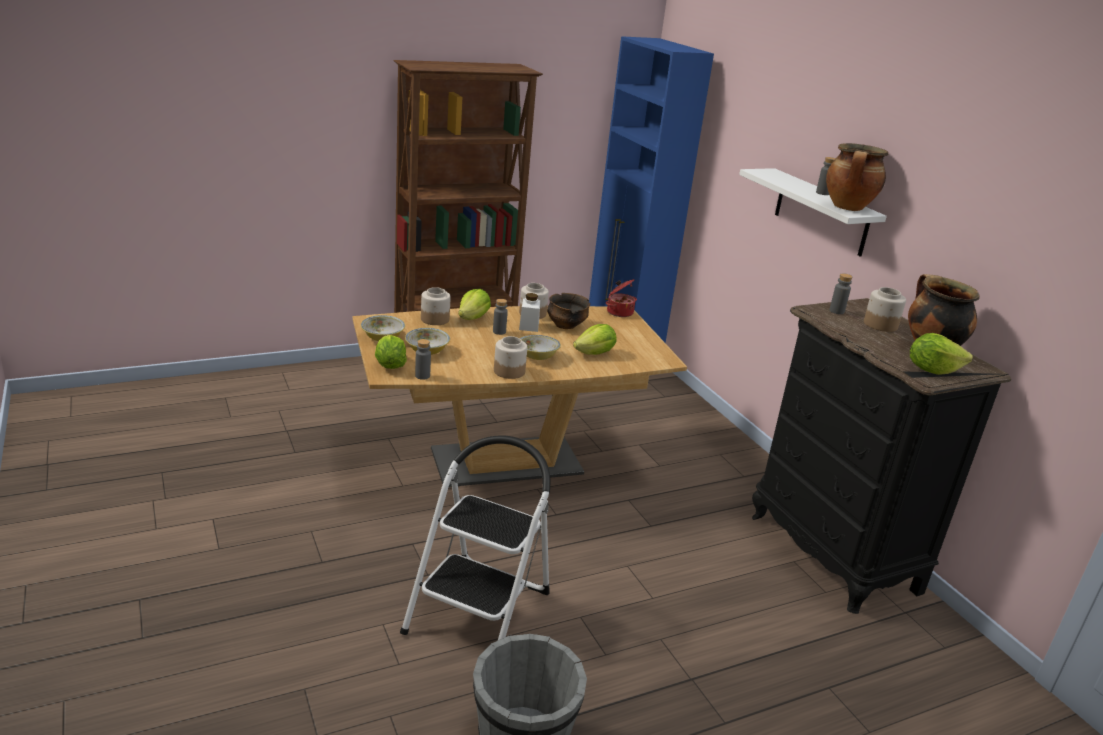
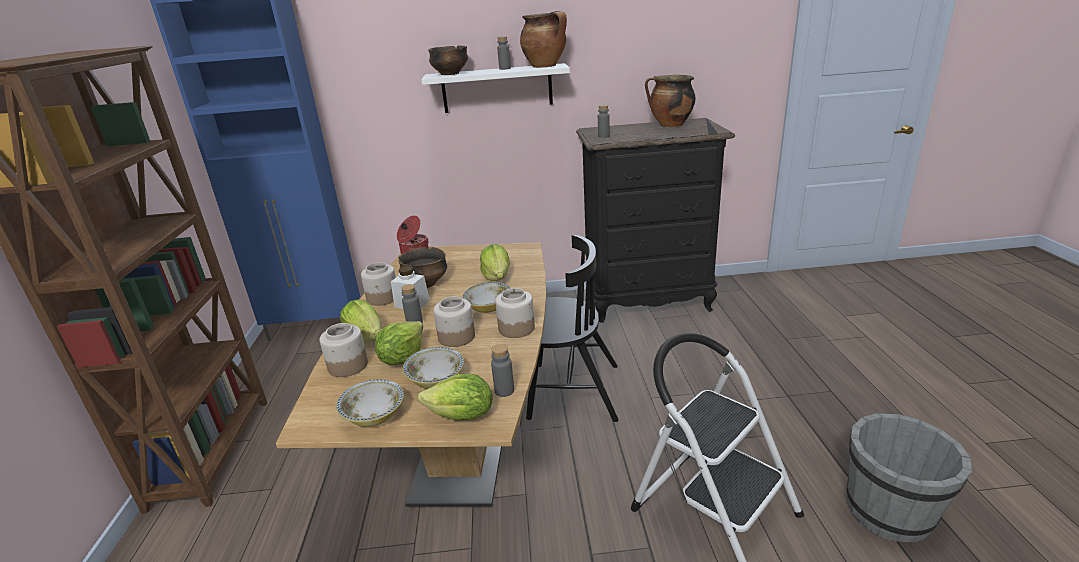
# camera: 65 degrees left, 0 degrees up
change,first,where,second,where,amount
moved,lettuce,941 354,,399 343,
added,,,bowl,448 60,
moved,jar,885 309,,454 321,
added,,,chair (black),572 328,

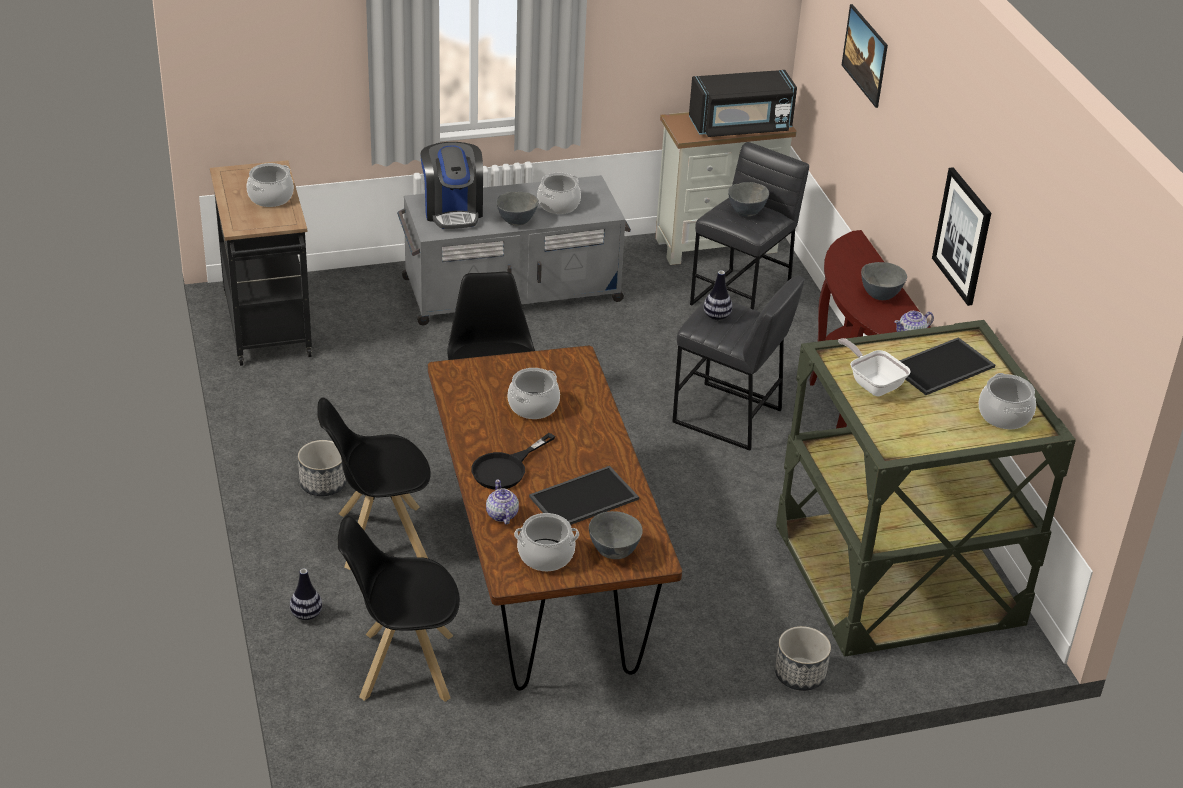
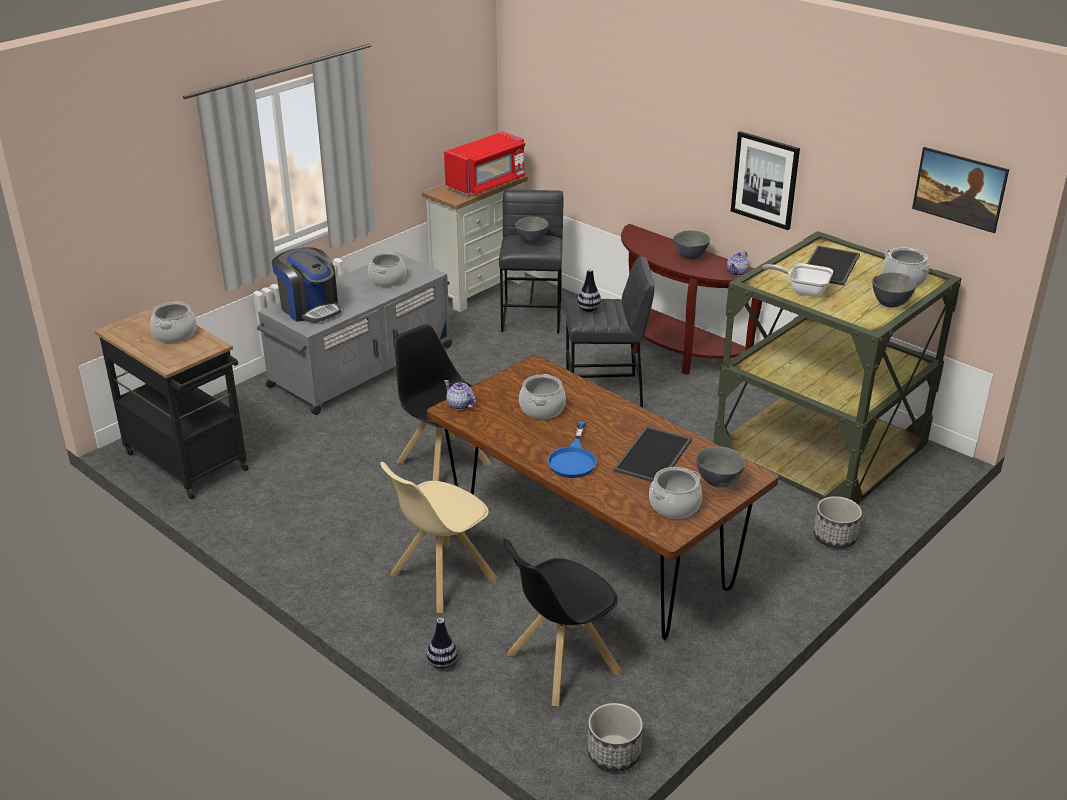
# camera: 30 degrees left, 5 degrees down
change,first,where,second,where,amount
recoloured,chair (black),374 484,chair (beige),438 537,
recoloured,microwave (black),743 103,microwave (red),484 163,
moved,teapot,502 502,,460 395,
recoloured,frying pan (black),513 461,frying pan (blue),572 449,
moved,planter,322 468,,615 737,
moved,bowl (grey),517 208,,894 290,
moved,picture,865 56,,960 190,

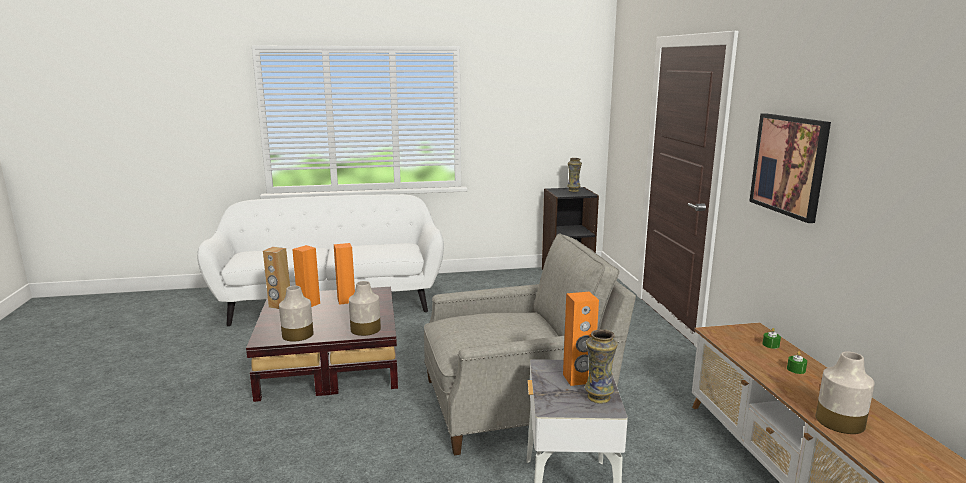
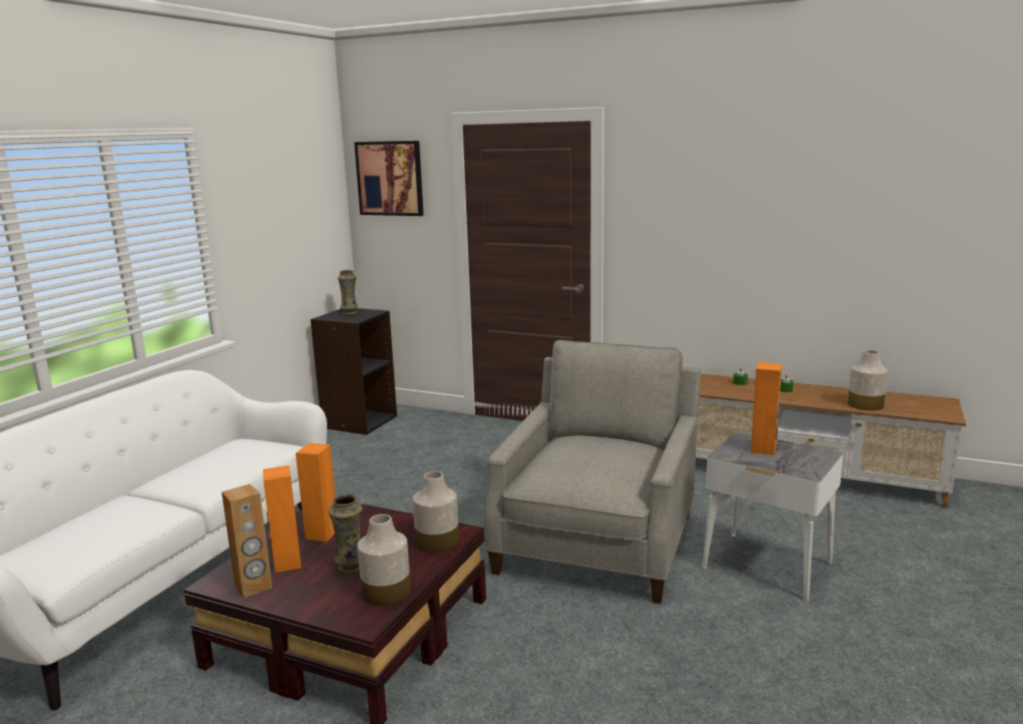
# camera: 55 degrees left, 0 degrees up
change,first,where,second,where,amount
moved,vase,601 366,,345 533,
moved,picture,790 168,,389 178,

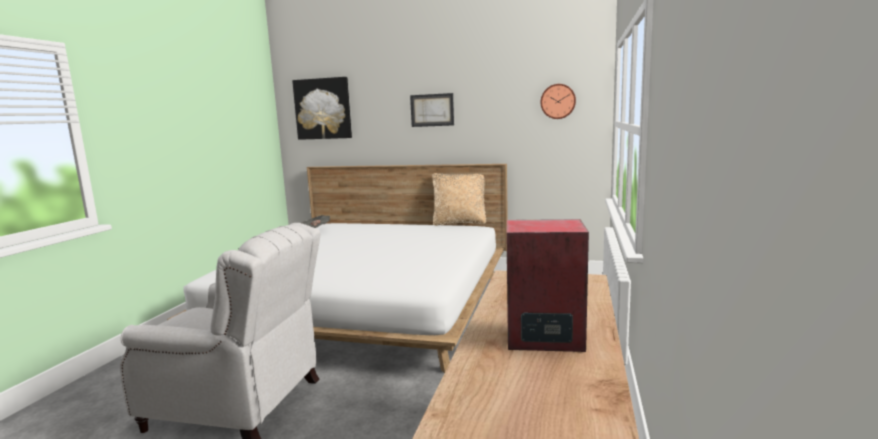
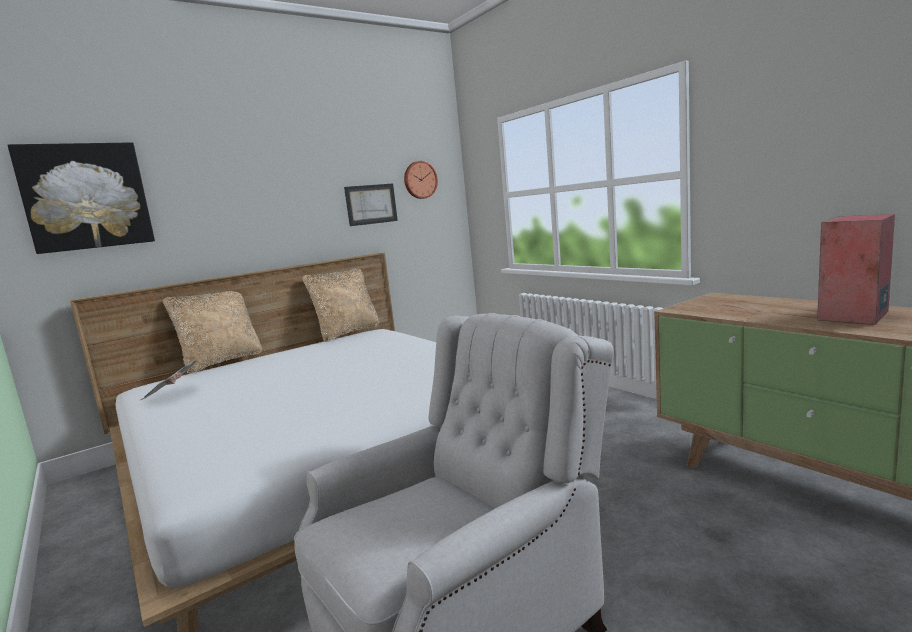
# camera: 50 degrees left, 0 degrees up
change,first,where,second,where,amount
added,,,pillow (beige),212 332,
moved,picture,432 110,,371 205,

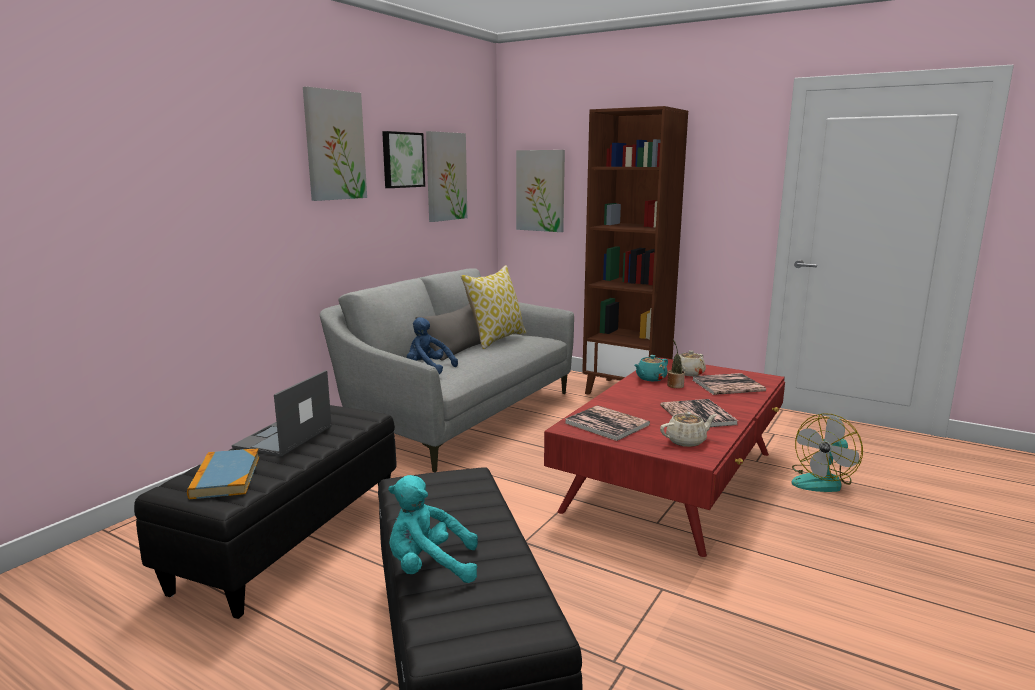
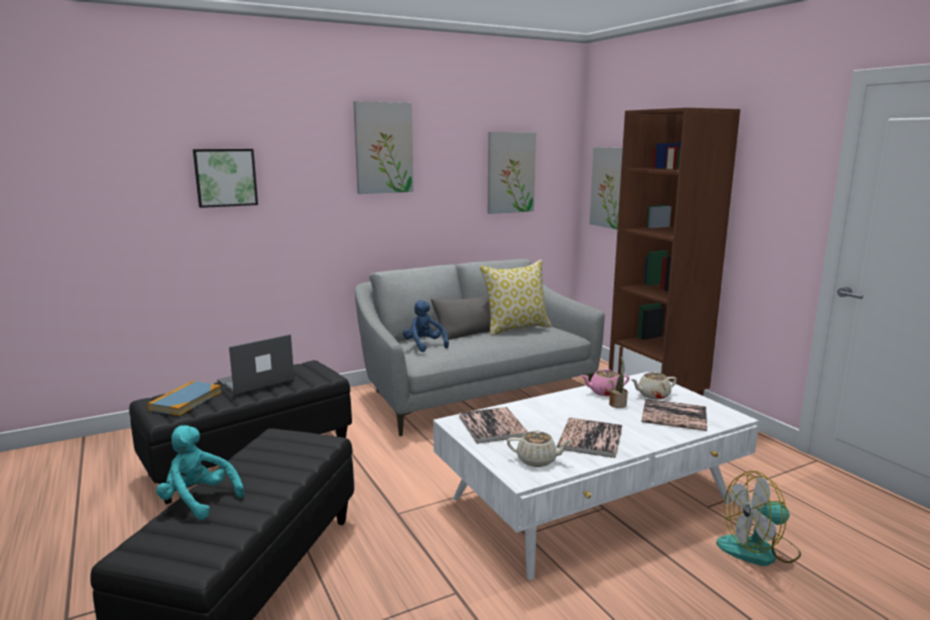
# camera: 30 degrees right, 0 degrees up
change,first,where,second,where,amount
moved,picture,403 159,,225 178,
recoloured,coffee table (red),664 457,coffee table (white),596 476,
recoloured,teapot (turquoise),651 368,teapot (pink),605 382,

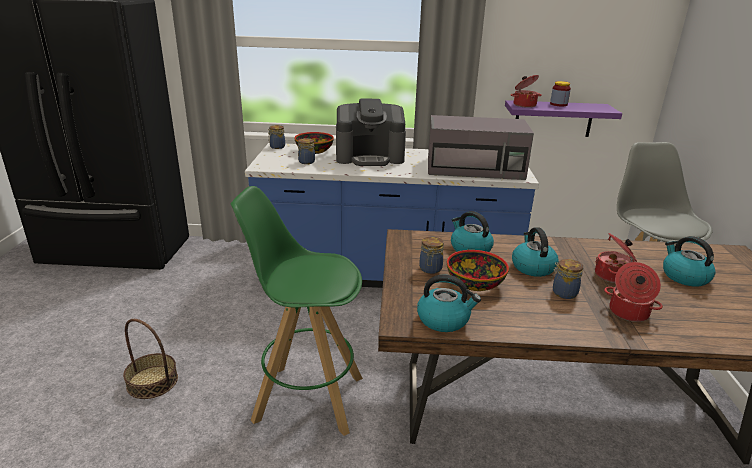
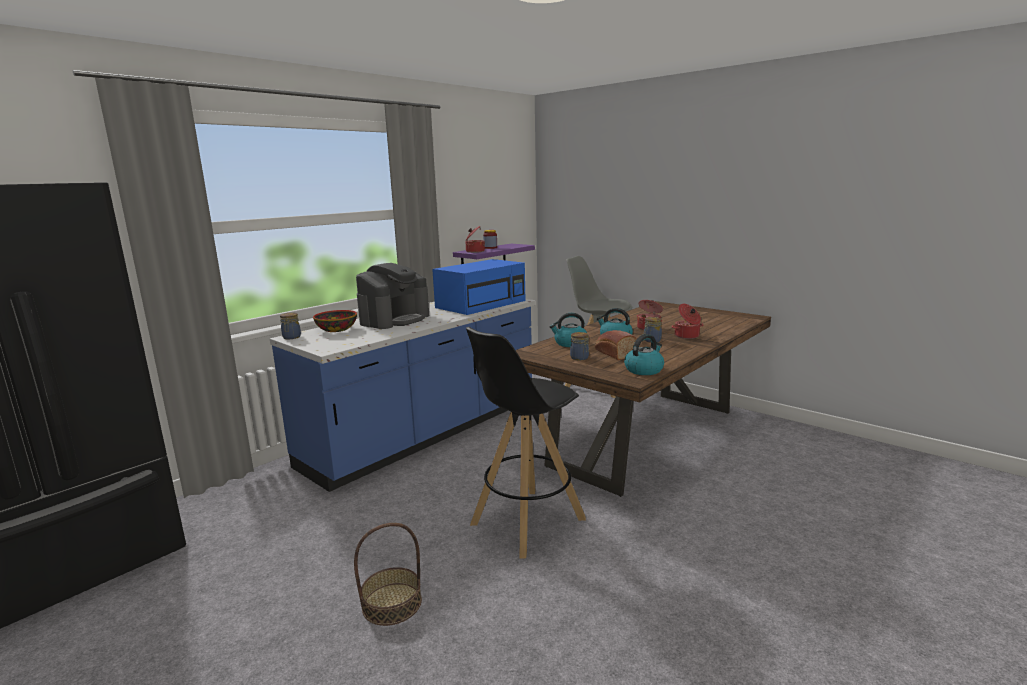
# camera: 50 degrees left, 10 degrees down
change,first,where,second,where,amount
recoloured,microwave (grey),481 147,microwave (blue),479 287,
recoloured,stool (green),297 311,stool (black),526 442,
replaced,bowl,478 270,bread,616 345,
removed,jar,306 151,,,
removed,kettle,689 261,,,

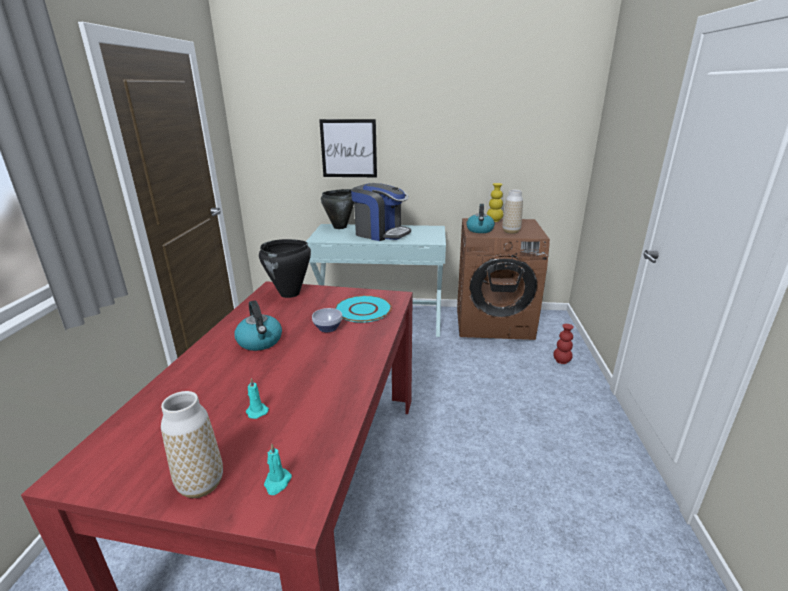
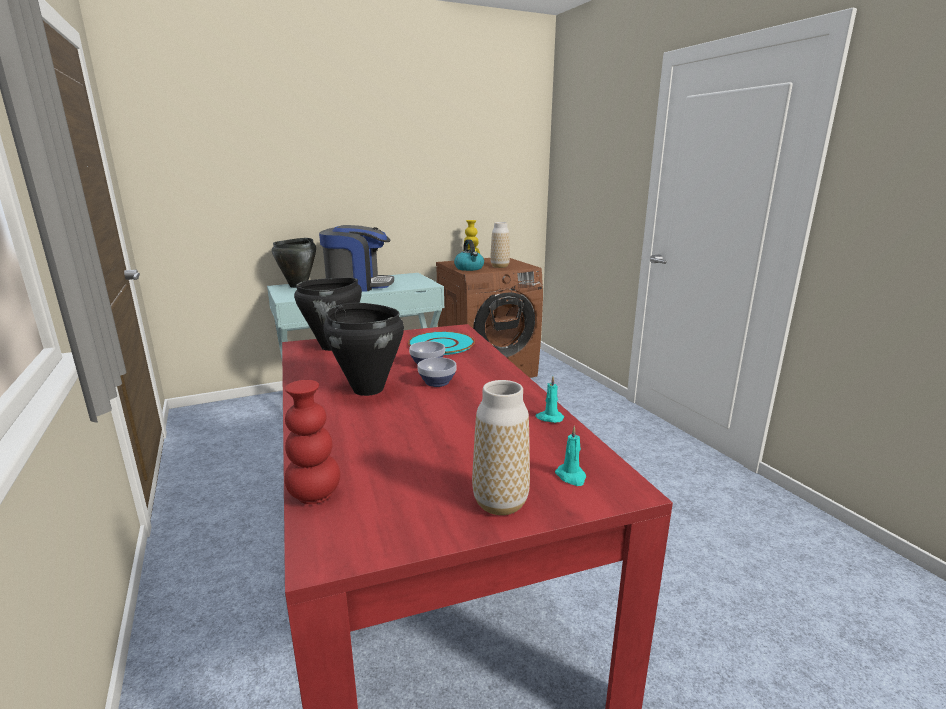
# camera: 30 degrees left, 5 degrees down
change,first,where,second,where,amount
moved,vase (red),563 344,,312 442,
replaced,kettle,258 325,cooking pot (black),363 349,
added,,,bowl,437 372,
moved,candle (turquoise),257 398,,550 399,
removed,picture,348 148,,,

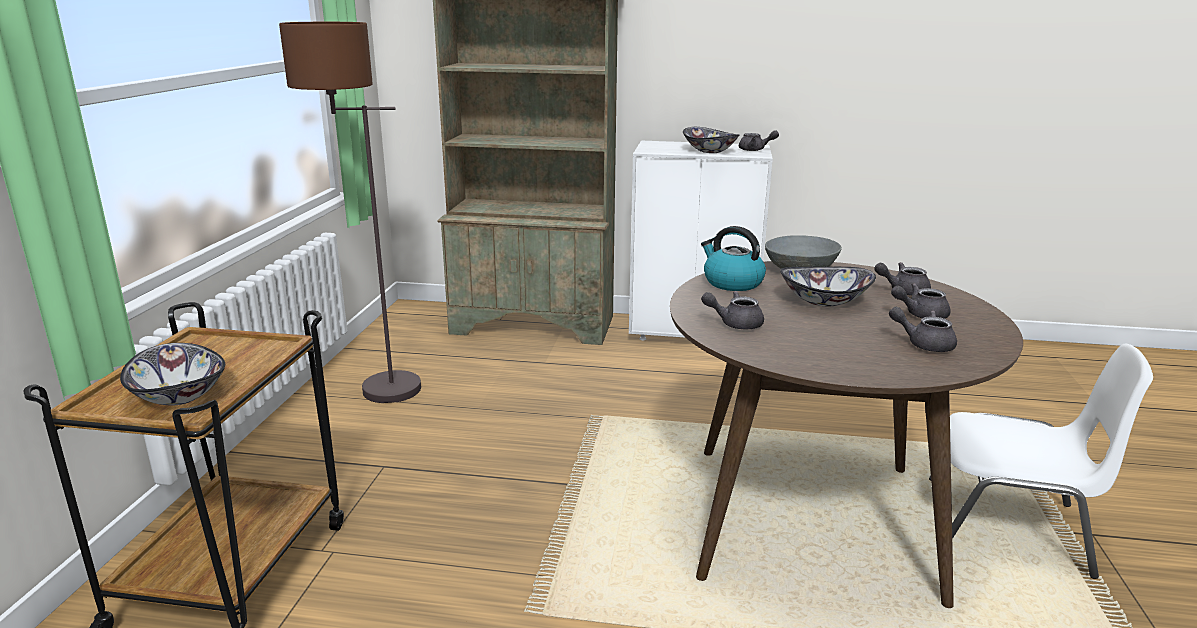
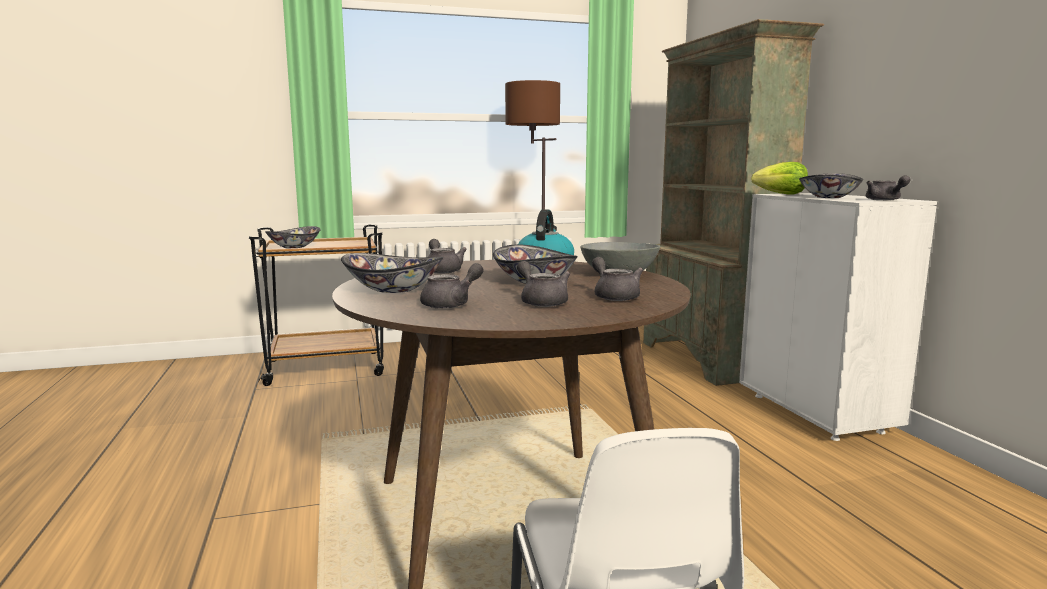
# camera: 65 degrees right, 10 degrees down
change,first,where,second,where,amount
added,,,bowl,392 273,
turned,teapot (grey),923 329,,452 286,45 degrees clockwise
added,,,lettuce,779 178,

